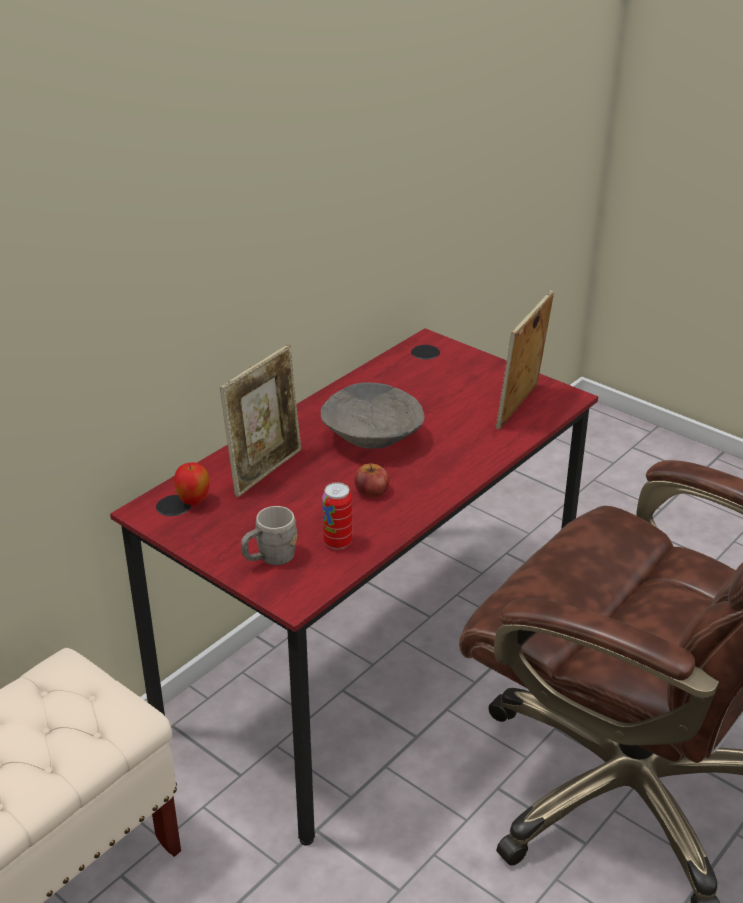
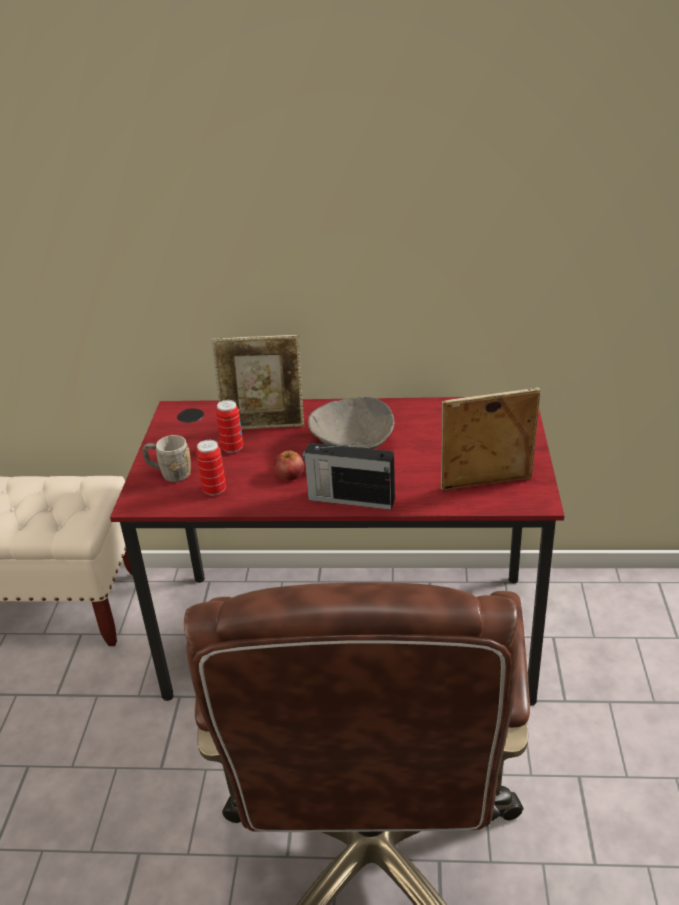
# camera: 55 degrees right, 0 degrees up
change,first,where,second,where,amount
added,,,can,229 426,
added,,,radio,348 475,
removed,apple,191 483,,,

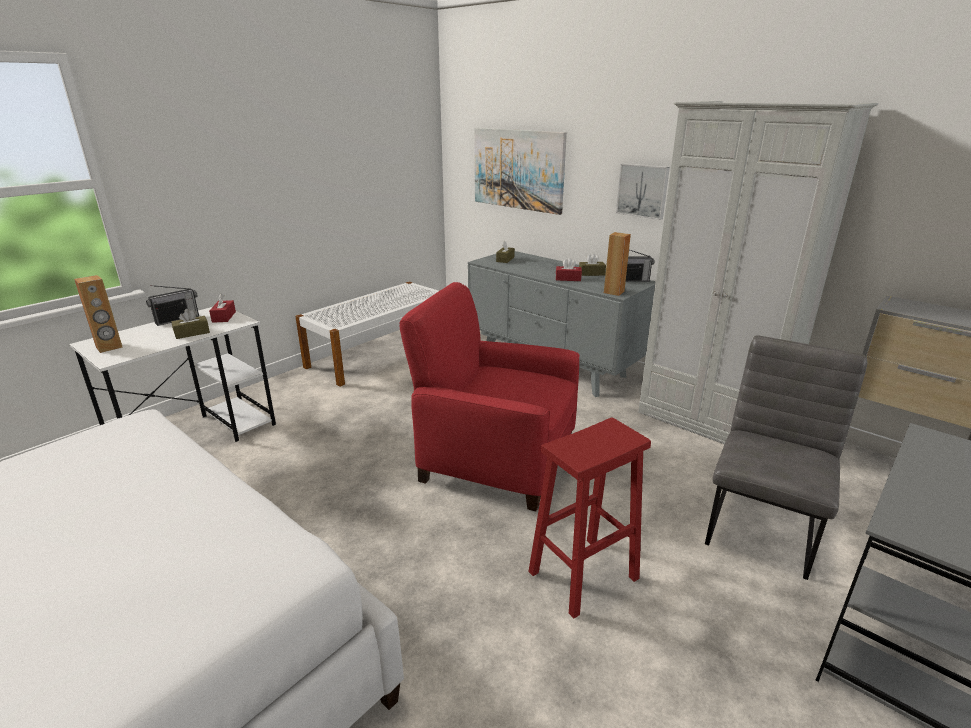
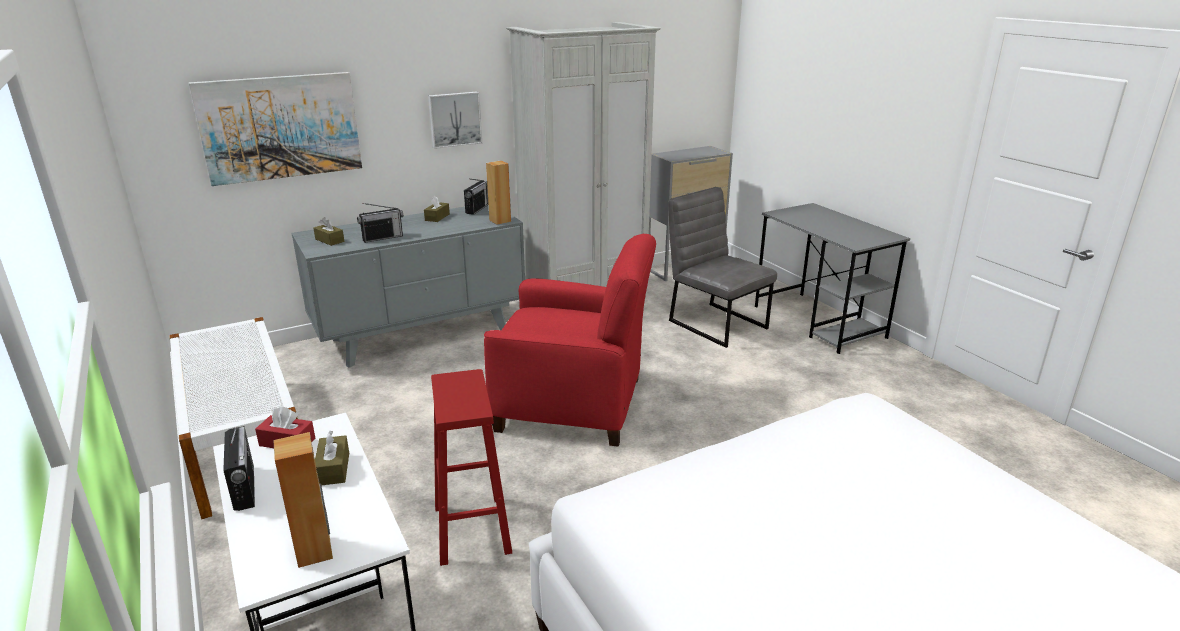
# camera: 70 degrees left, 0 degrees up
change,first,where,second,where,amount
added,,,radio,380 223,
moved,stool (red),589 518,,471 467,
turned,armchair (red),489 396,,570 340,120 degrees counterclockwise
removed,tissue box (red),569 269,,,

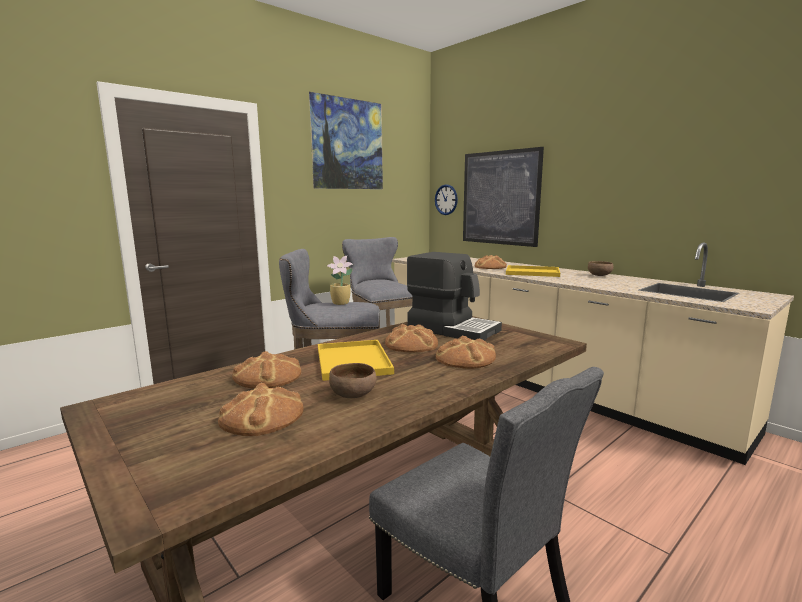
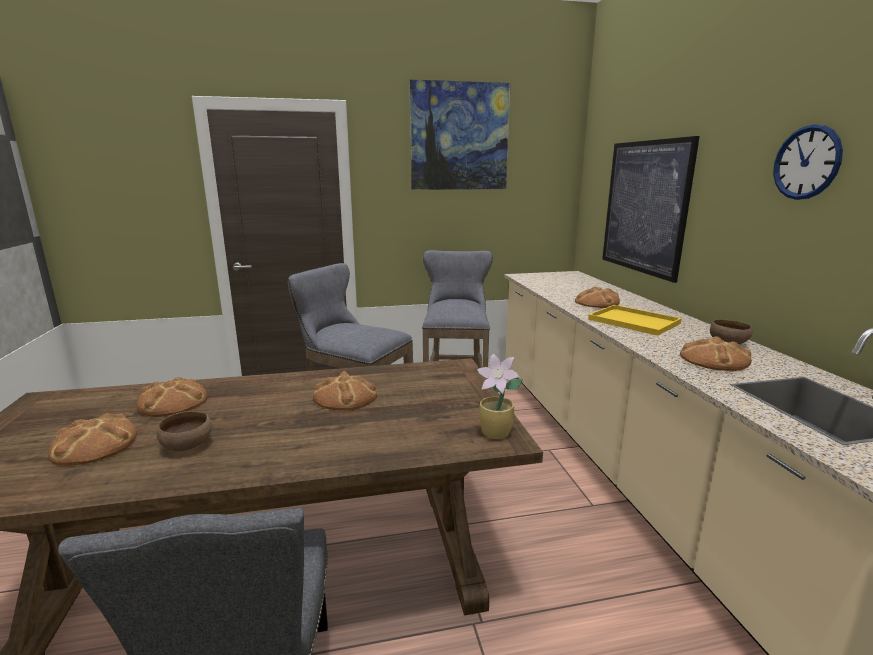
# camera: 30 degrees right, 5 degrees up
change,first,where,second,where,amount
moved,potted plant,340 280,,500 396,
moved,bread,466 352,,716 353,
moved,wall clock,446 199,,808 162,
removed,tray (yellow),356 360,,,
removed,coffee machine,454 296,,,

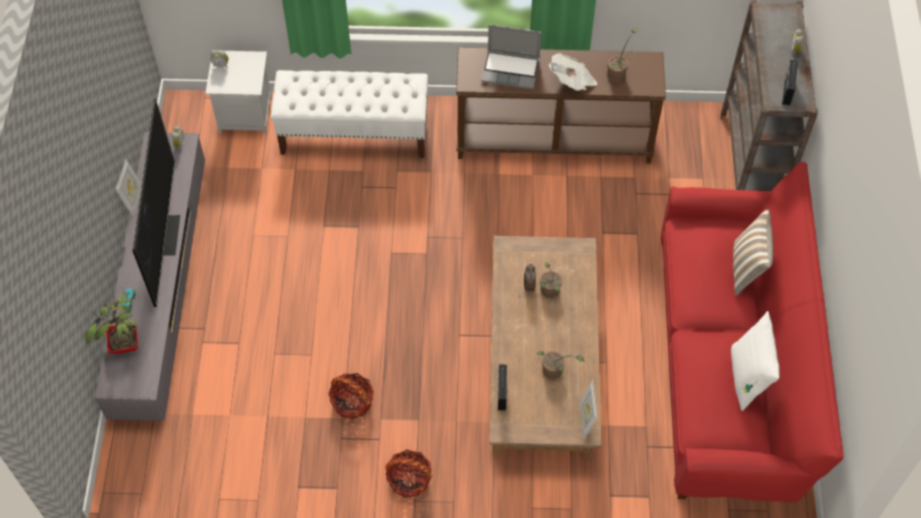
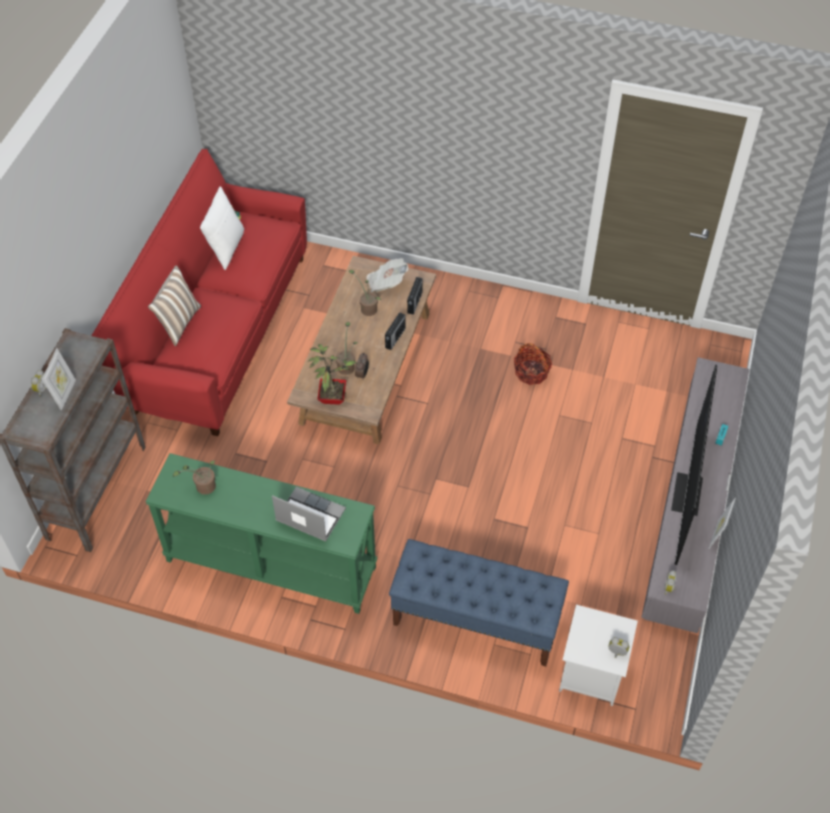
# camera: 165 degrees left, 5 degrees down
change,first,where,second,where,amount
moved,picture frame,588 409,,59 379,
recoloured,console table (brown),561 105,console table (green),261 533,
moved,potted plant,111 323,,333 374,
moved,newspaper,572 72,,387 275,
moved,radio,790 82,,395 331,
recoloured,bench (white),349 114,bench (blue),479 602,
removed,basket,409 473,,,

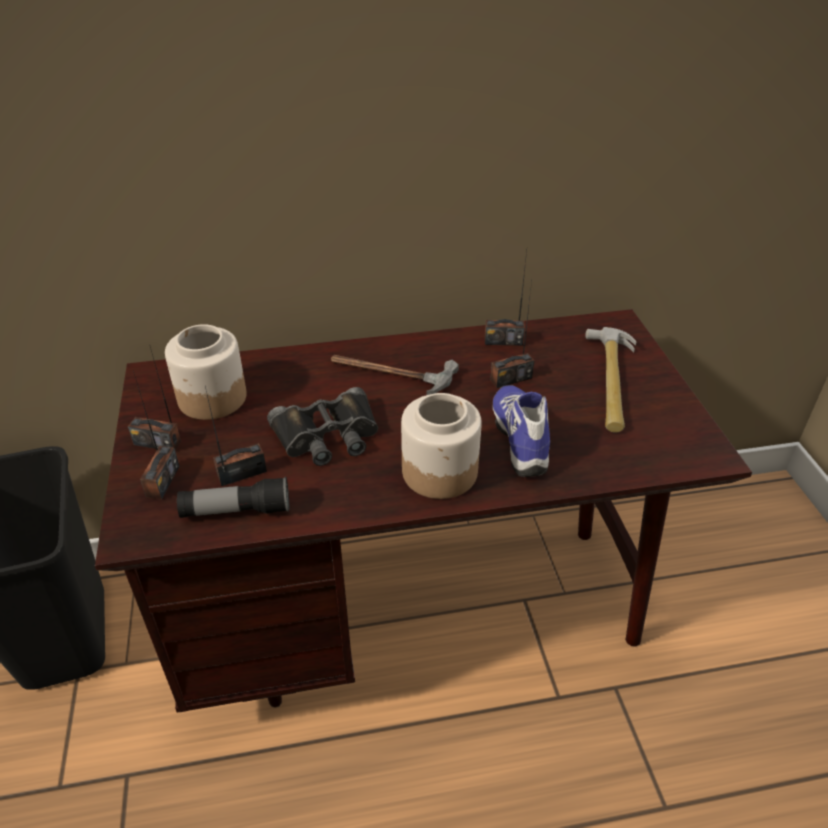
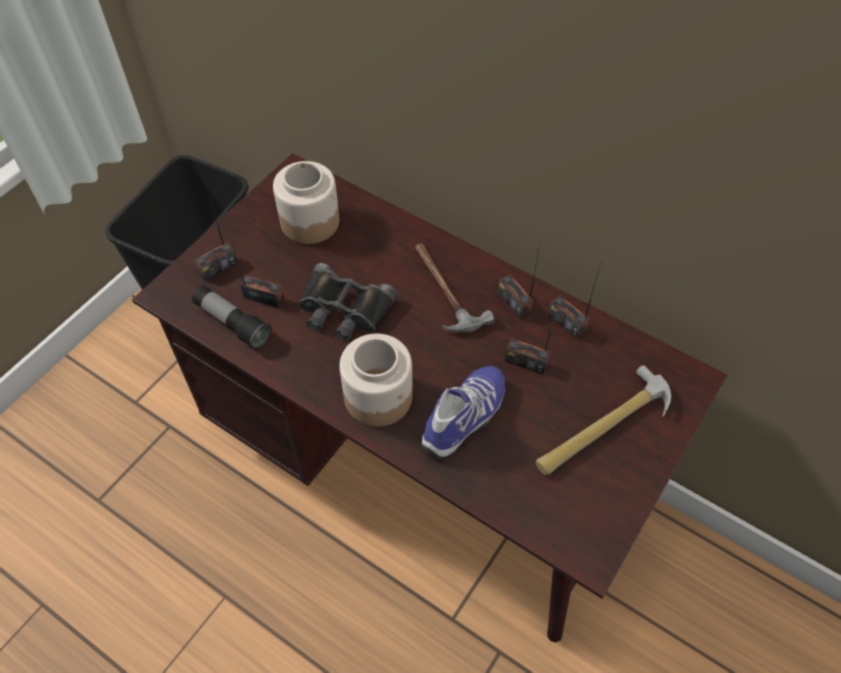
# camera: 45 degrees right, 15 degrees up
change,first,where,second,where,amount
moved,radio,154 399,,519 282,

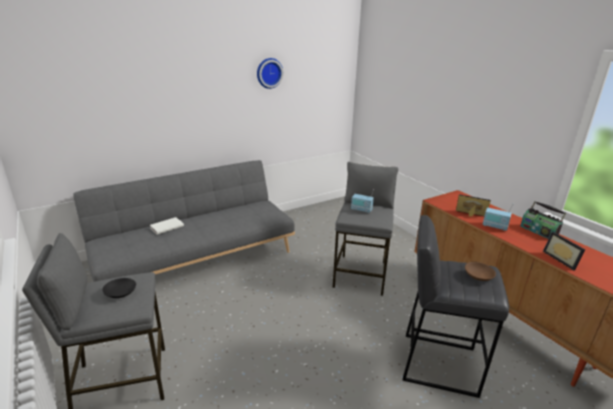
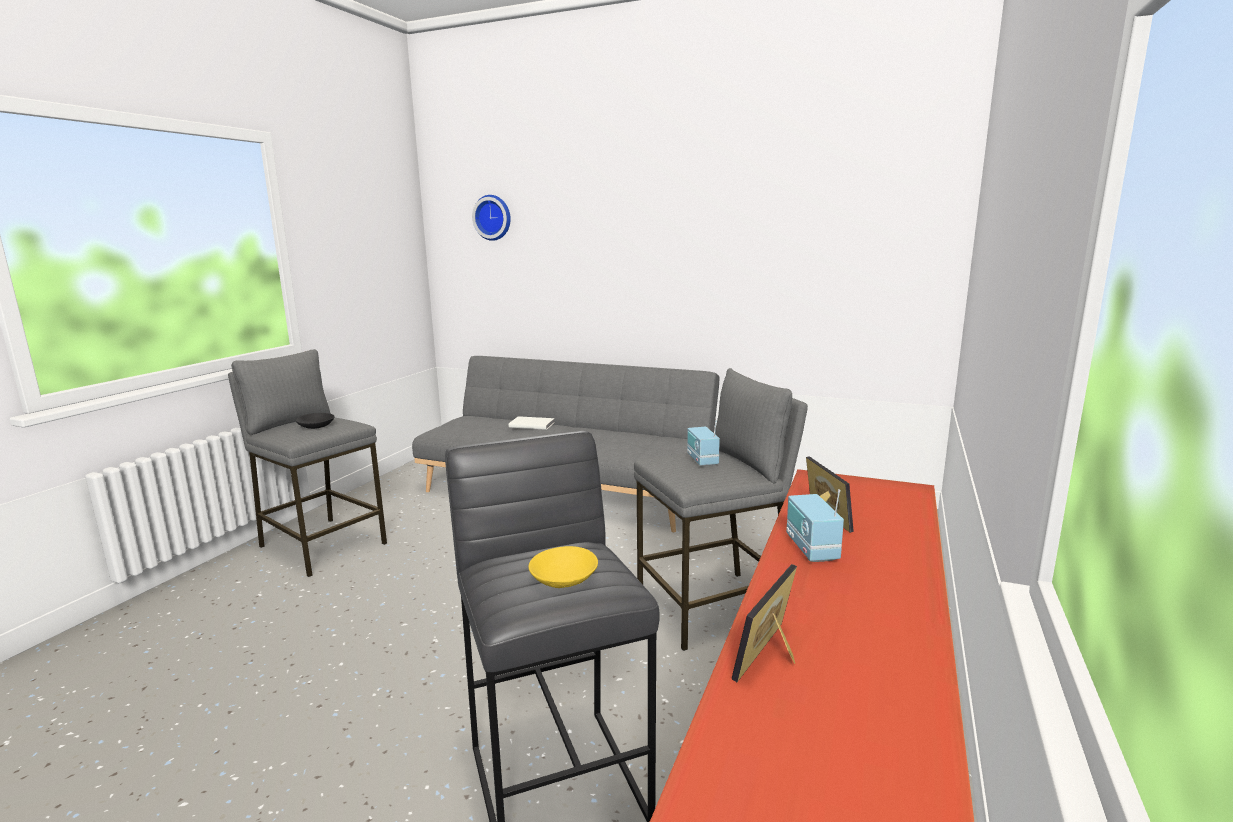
# camera: 55 degrees right, 10 degrees down
change,first,where,second,where,amount
moved,wall clock,270 73,,491 218,
recoloured,bowl (brown),480 271,bowl (yellow),563 567,
removed,radio,543 220,,,

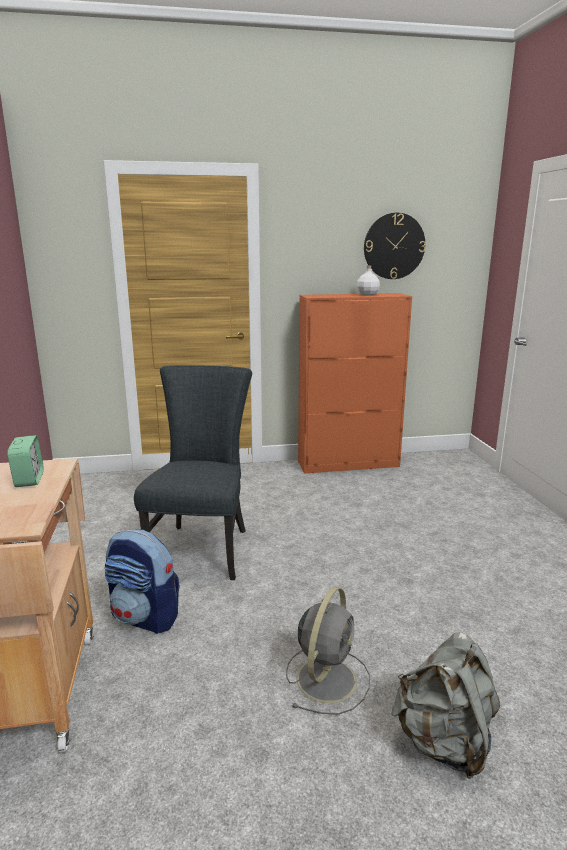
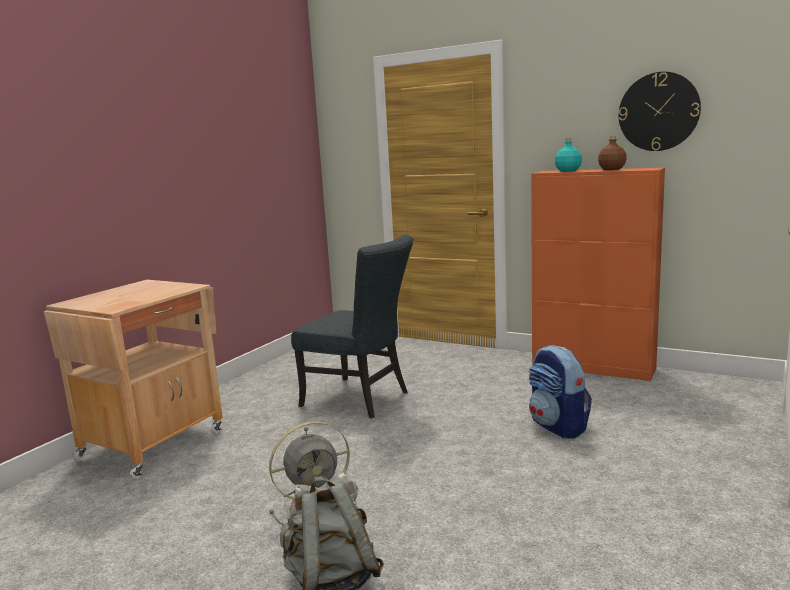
# camera: 40 degrees right, 5 degrees down
change,first,where,second,where,amount
turned,chair (grey),193 472,,352 326,75 degrees clockwise
moved,backpack,142 581,,560 392,
added,,,bottle (turquoise),568 155,
recoloured,bottle (white),368 280,bottle (brown),612 153,
removed,alarm clock,25 461,,,

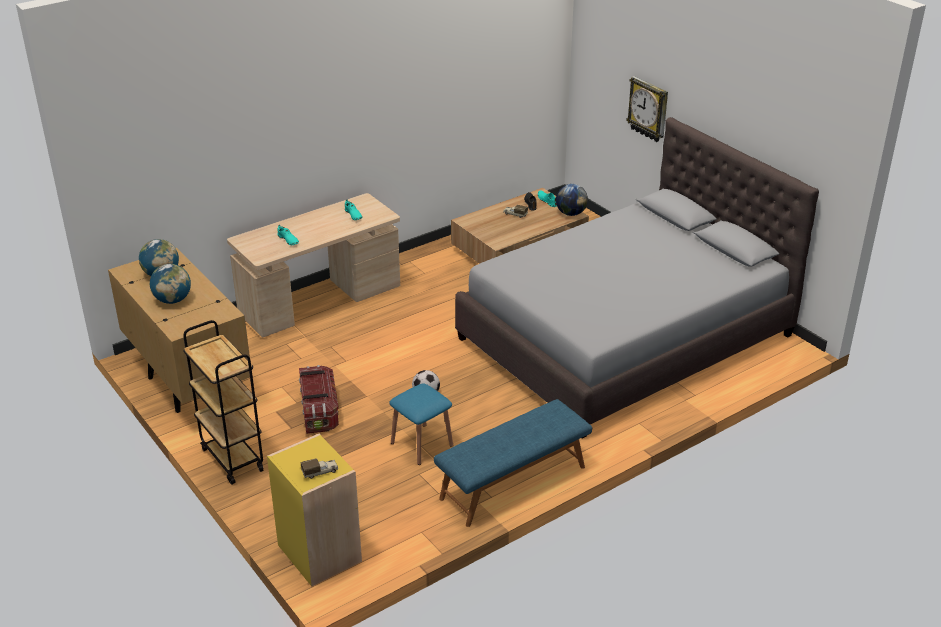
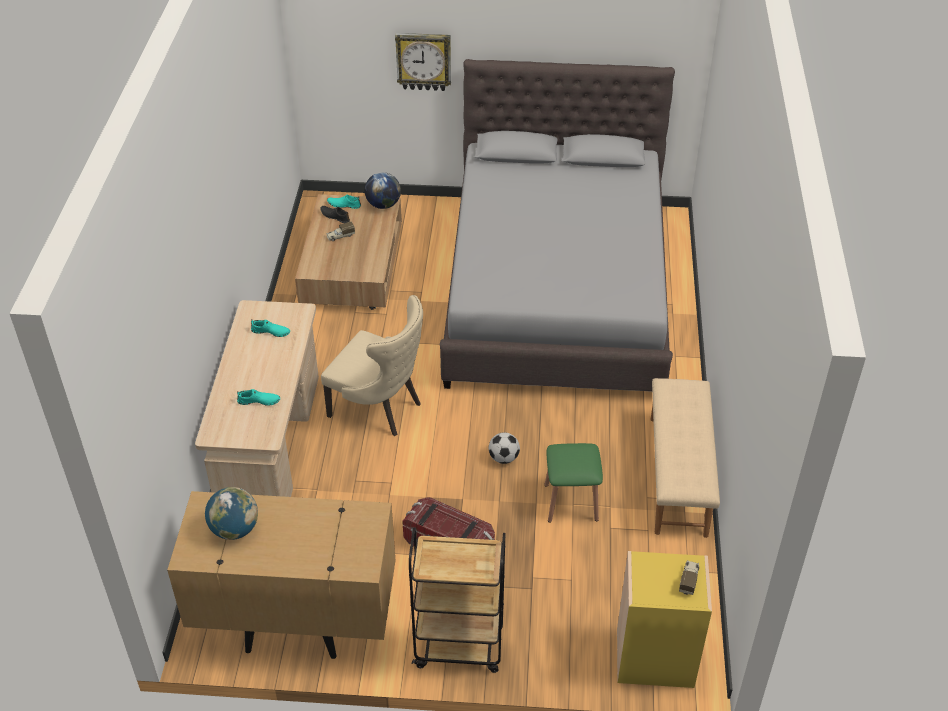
# camera: 50 degrees left, 10 degrees up
change,first,where,second,where,amount
added,,,chair (beige),372 365,
recoloured,stool (blue),421 424,stool (green),574 483,
recoloured,bench (blue),513 463,bench (beige),685 458,
removed,globe,170 284,,,

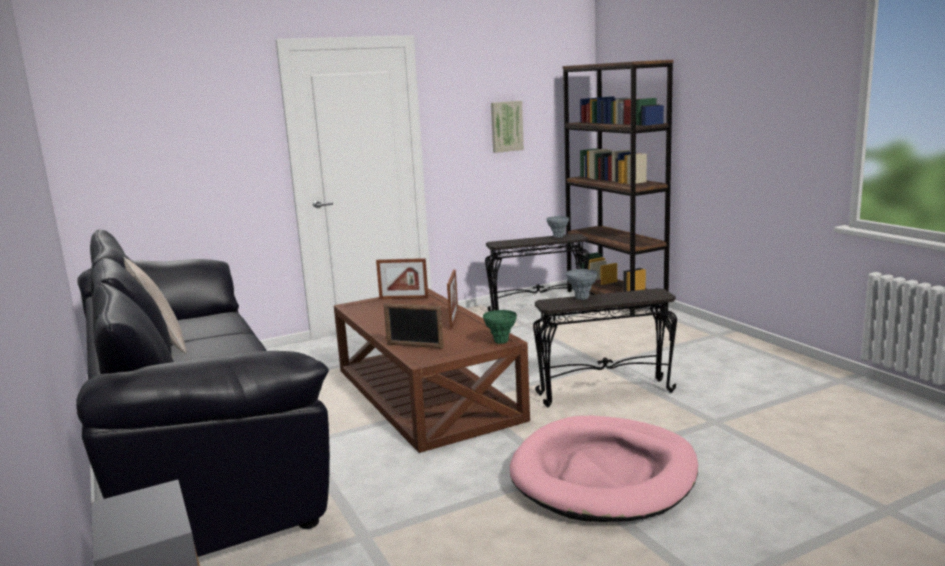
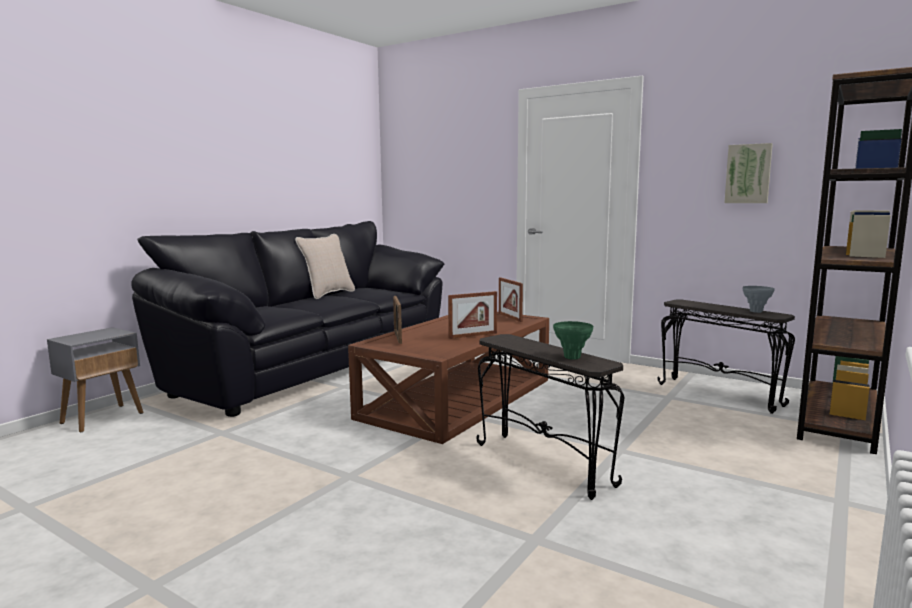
# camera: 60 degrees right, 5 degrees down
change,first,where,second,where,amount
moved,vase (green),500 327,,573 340,
removed,dog bed (pink),604 469,,,
removed,vase (grey),582 284,,,

